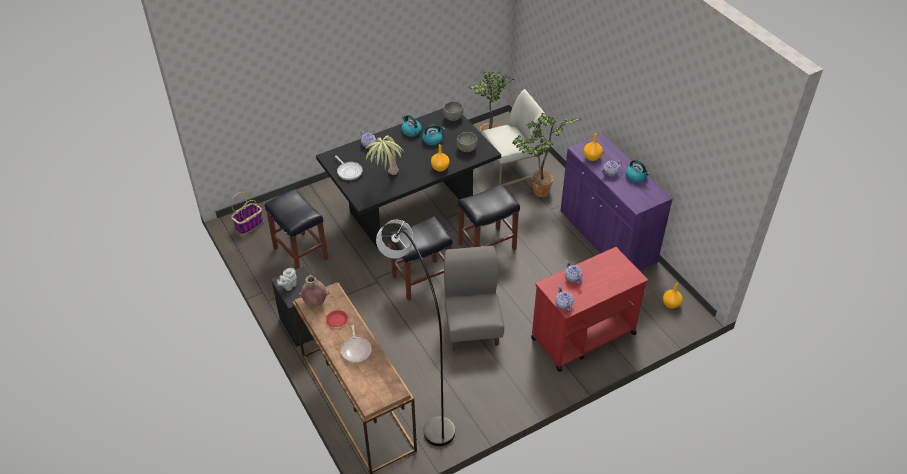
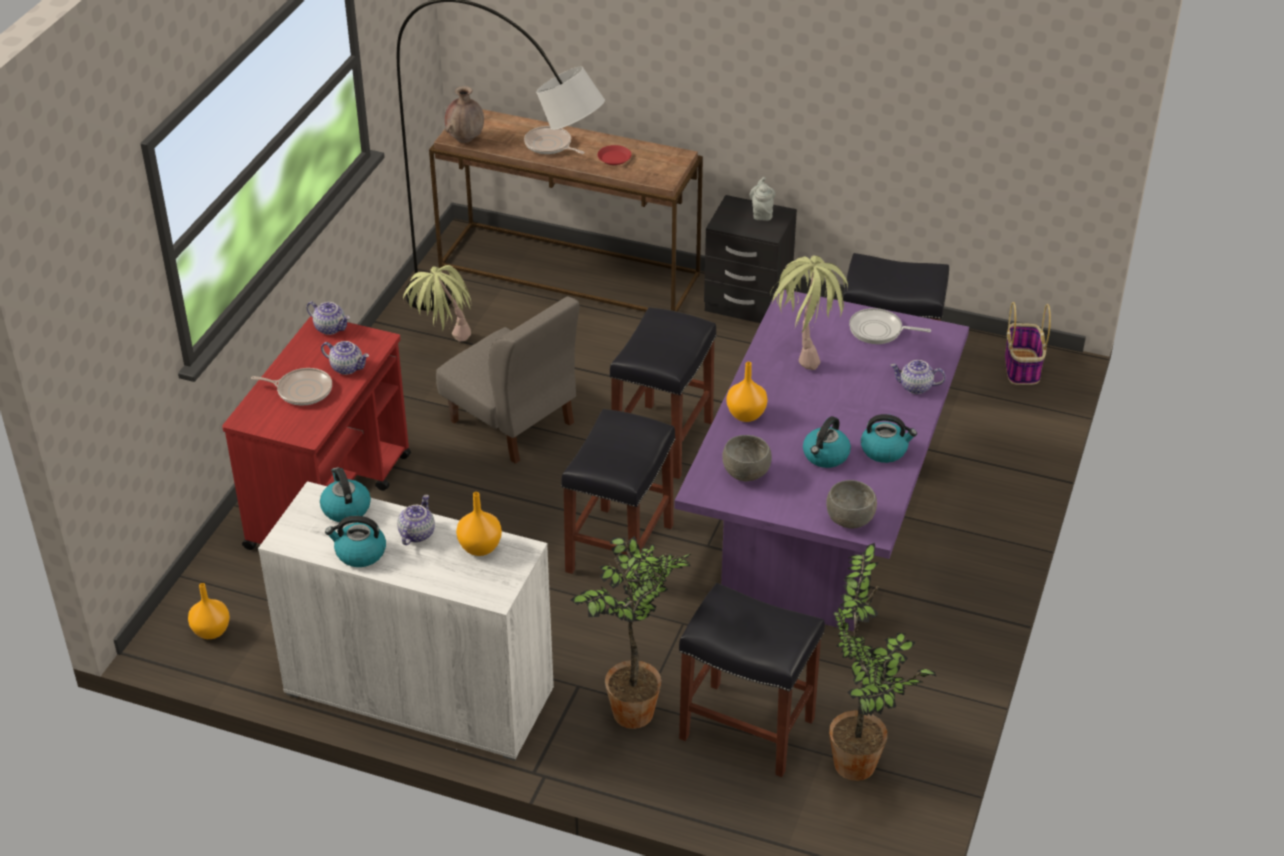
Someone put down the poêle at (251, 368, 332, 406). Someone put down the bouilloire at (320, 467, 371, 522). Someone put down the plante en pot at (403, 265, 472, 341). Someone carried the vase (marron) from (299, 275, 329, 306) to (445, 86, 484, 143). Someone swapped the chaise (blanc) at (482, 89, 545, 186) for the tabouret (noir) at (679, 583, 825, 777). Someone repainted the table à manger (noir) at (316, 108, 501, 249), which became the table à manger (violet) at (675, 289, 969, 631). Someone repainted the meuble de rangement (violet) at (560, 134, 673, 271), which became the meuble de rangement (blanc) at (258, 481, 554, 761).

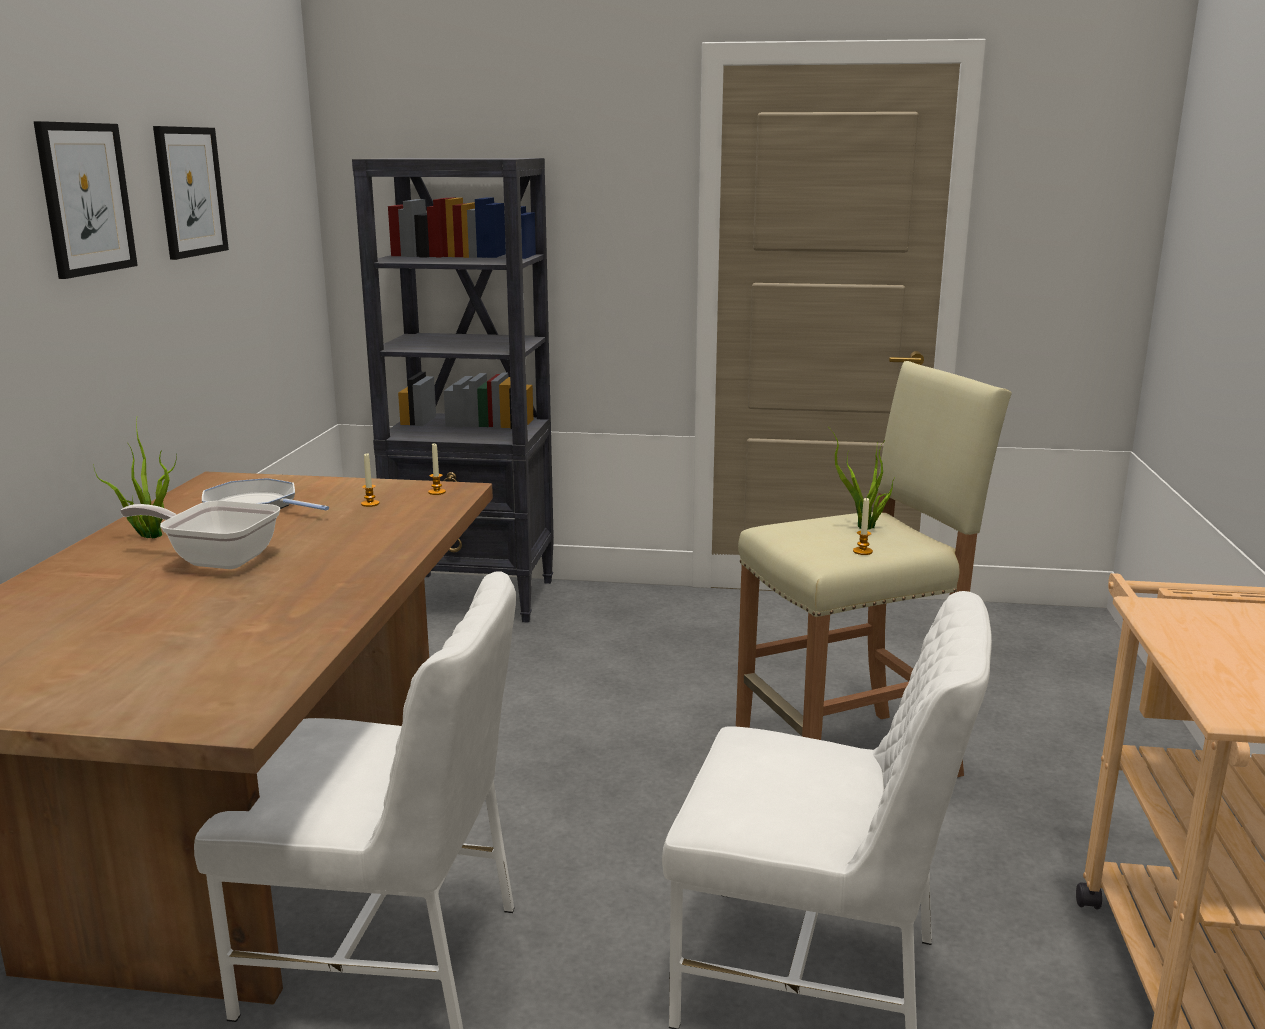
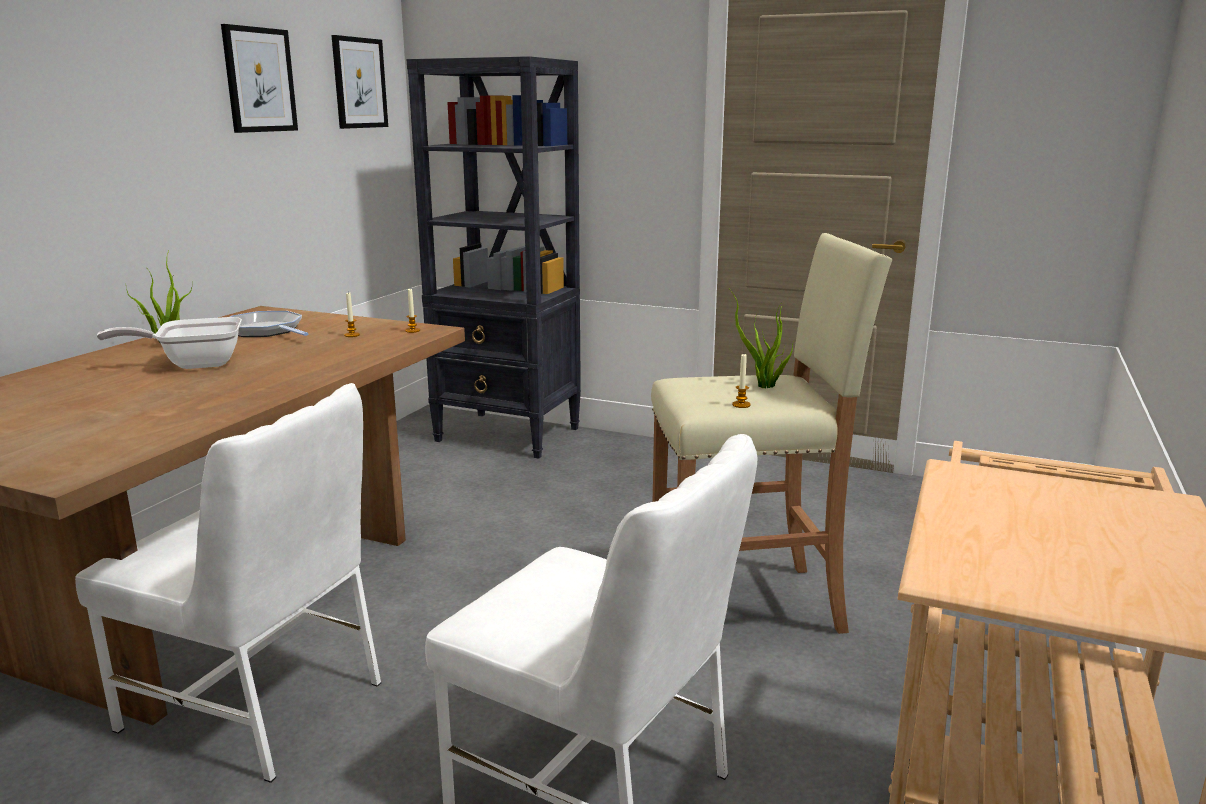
Someone carried the tableau from (33, 121, 138, 279) to (331, 35, 388, 129). Someone rotated the poêle at (120, 500, 280, 569) by 45 degrees counterclockwise.

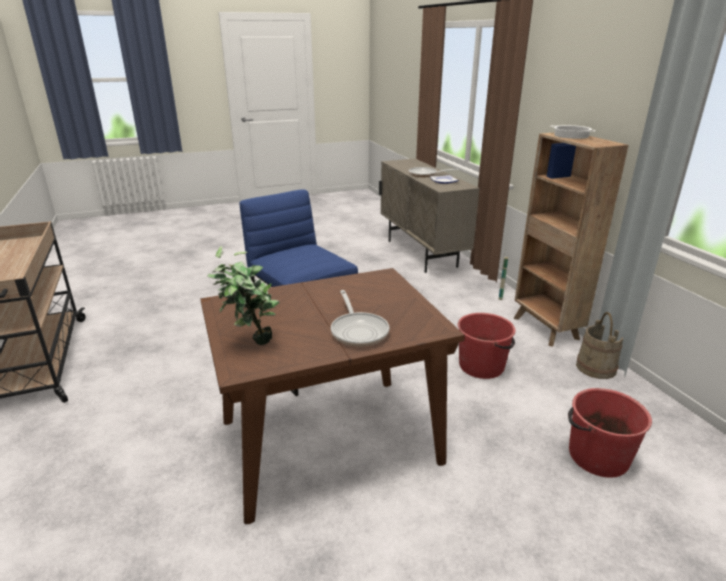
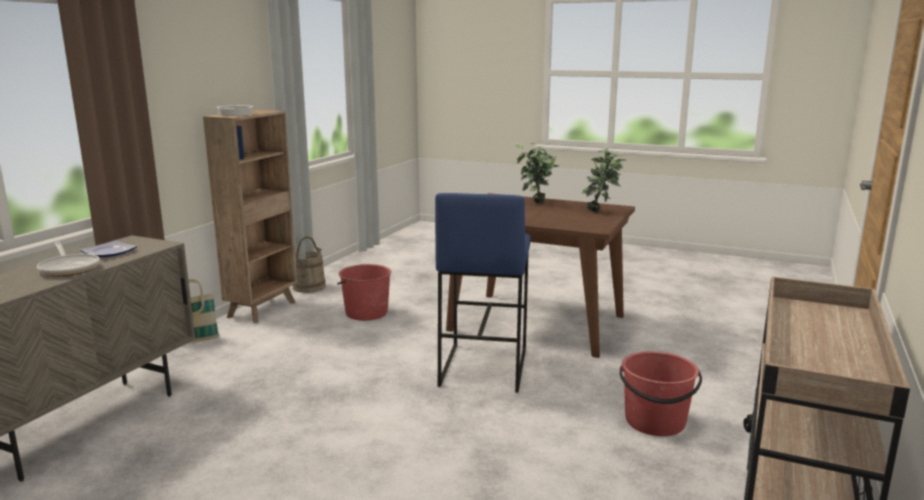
Someone carried the seau (rouge) from (568, 388, 652, 478) to (620, 351, 702, 436). Someone swapped the poêle at (331, 290, 389, 347) for the plante en pot at (515, 143, 559, 203).

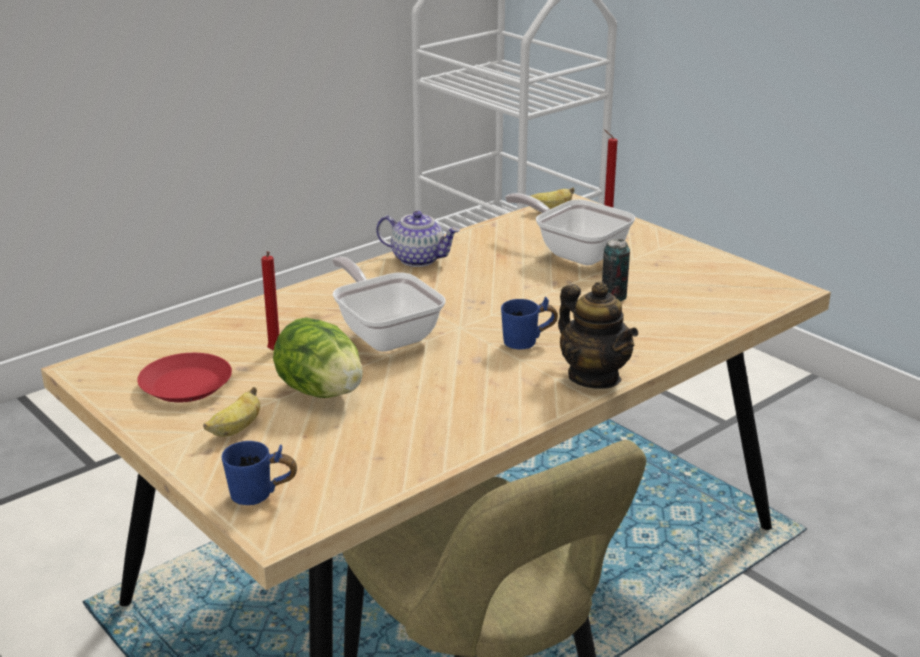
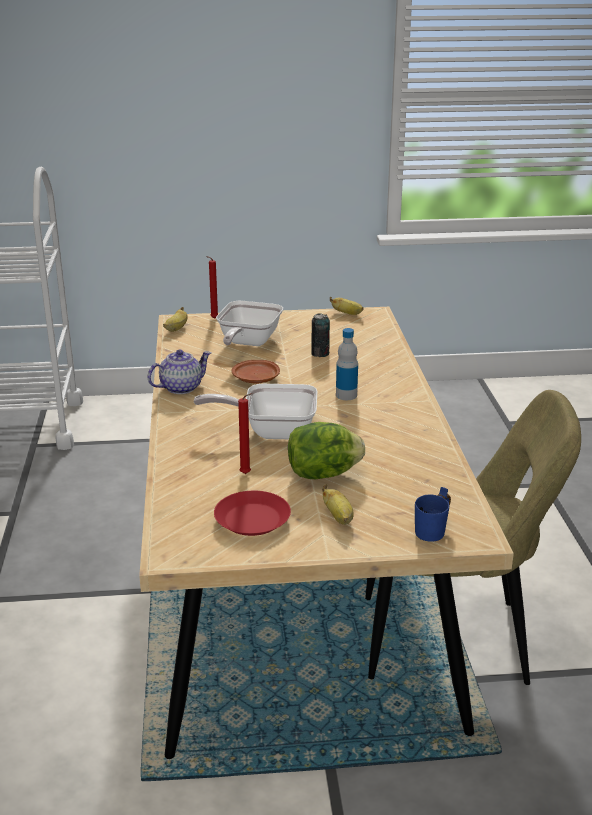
Someone took away the théière at (558, 282, 638, 389). Someone put down the assiette (marron) at (232, 360, 280, 384). Someone put down the banane at (330, 297, 364, 315). Someone swapped the mug (bleu) at (501, 297, 558, 350) for the bouteille at (336, 328, 358, 400). Someone rotated the poêle at (505, 193, 635, 266) by 60 degrees counterclockwise.

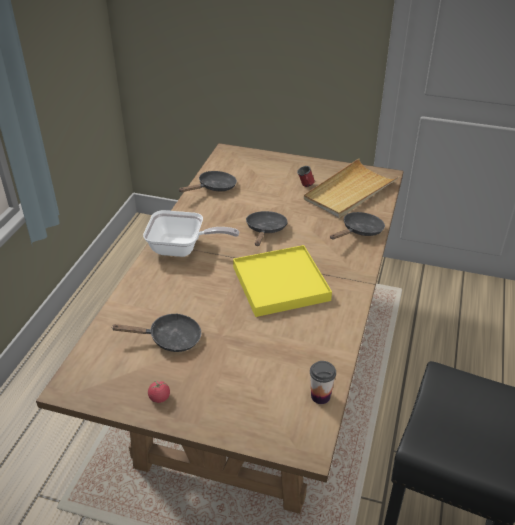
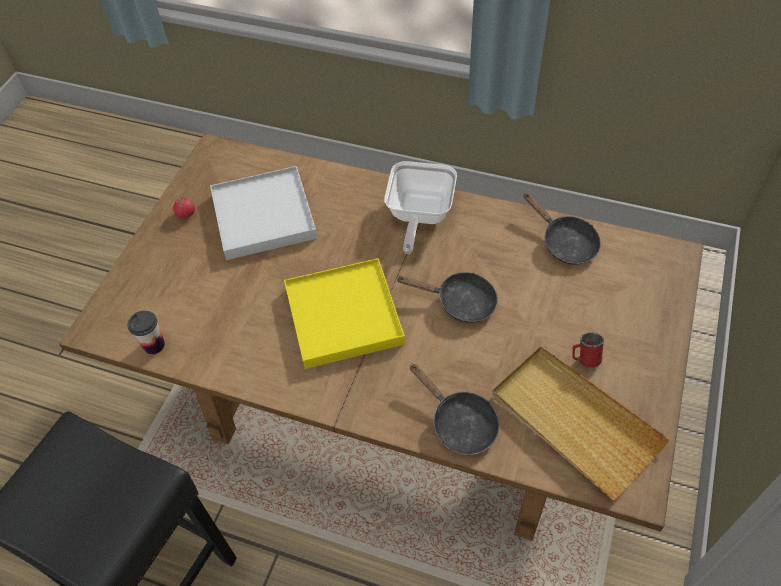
Someone swapped the poêle (noir) at (111, 313, 201, 352) for the plateau (blanc) at (210, 166, 317, 260).

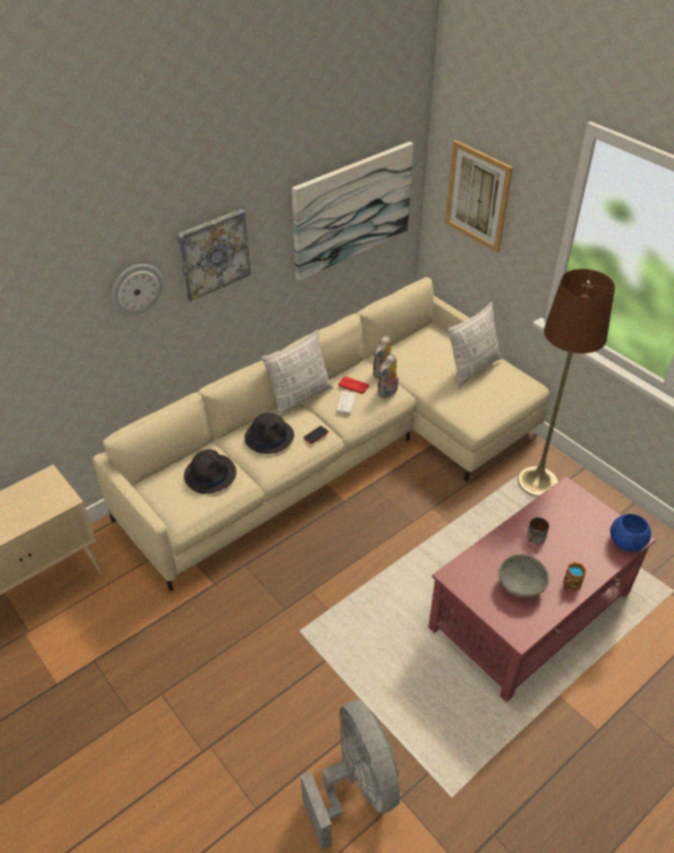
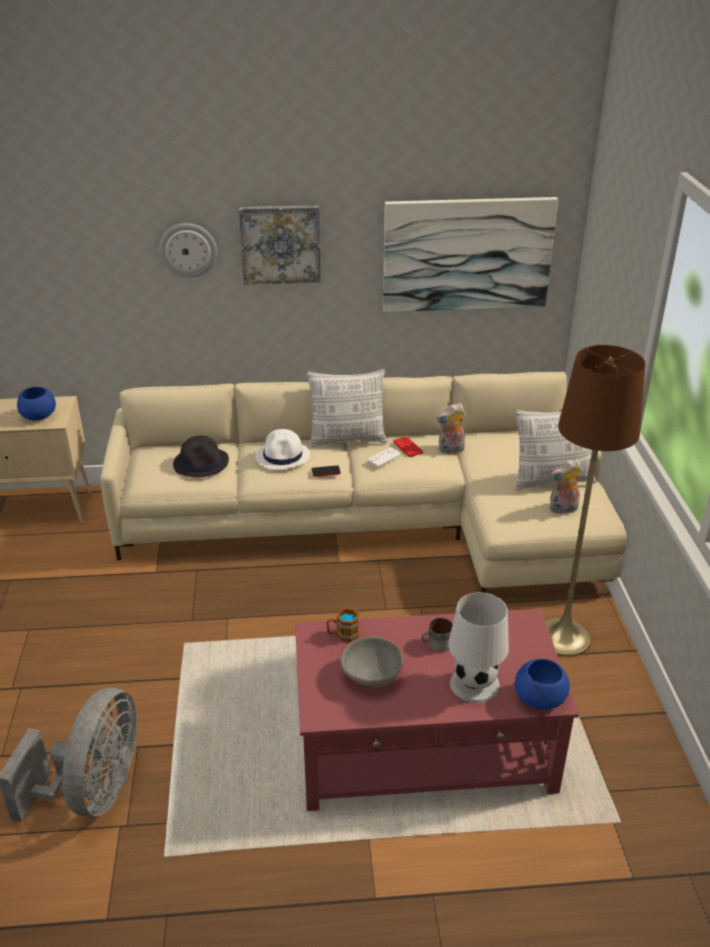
Someone took away the tableau at (445, 140, 513, 253). Someone put down the bol (bleu) at (17, 387, 56, 421). Someone put down the lampe de table (blanc) at (448, 592, 509, 703). Someone carried the peluche from (378, 354, 399, 398) to (550, 459, 582, 514). Someone carried the mug from (563, 562, 586, 590) to (327, 608, 359, 642). Someone repainted the chapeau (noir) at (244, 413, 294, 454), which became the chapeau (blanc) at (255, 429, 310, 470).

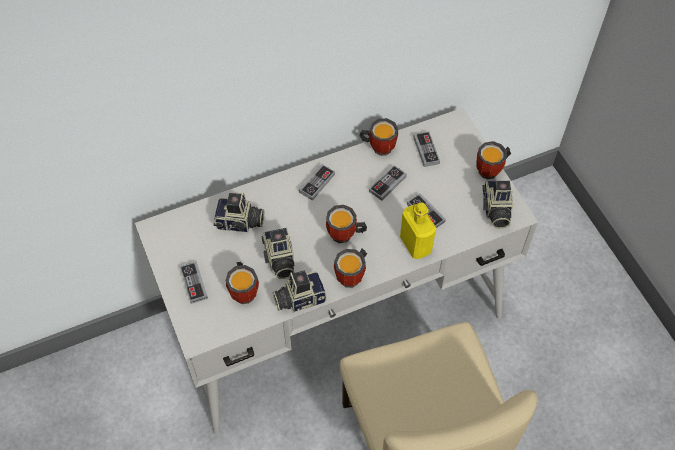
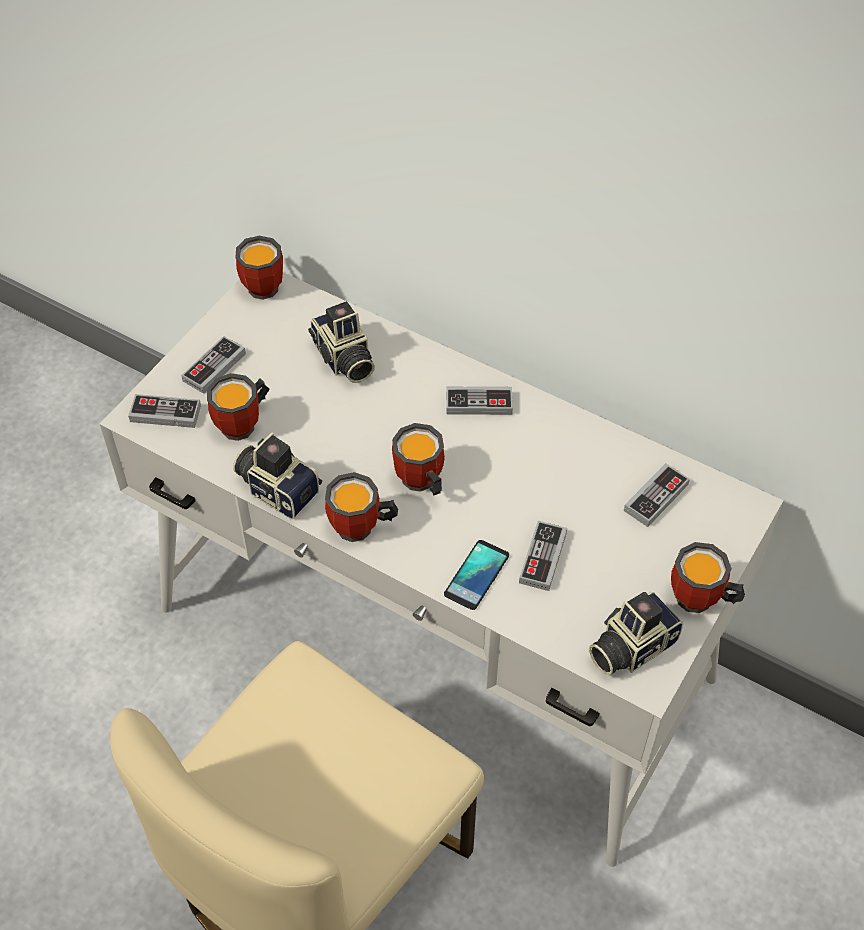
Someone took away the appareil photo at (261, 227, 294, 279). Someone carried the mug from (359, 118, 398, 156) to (236, 236, 283, 300). Someone carried the manette from (369, 165, 407, 201) to (128, 394, 201, 428). Someone swapped the bouteille (jaune) at (400, 202, 436, 259) for the téléphone at (444, 540, 509, 610).

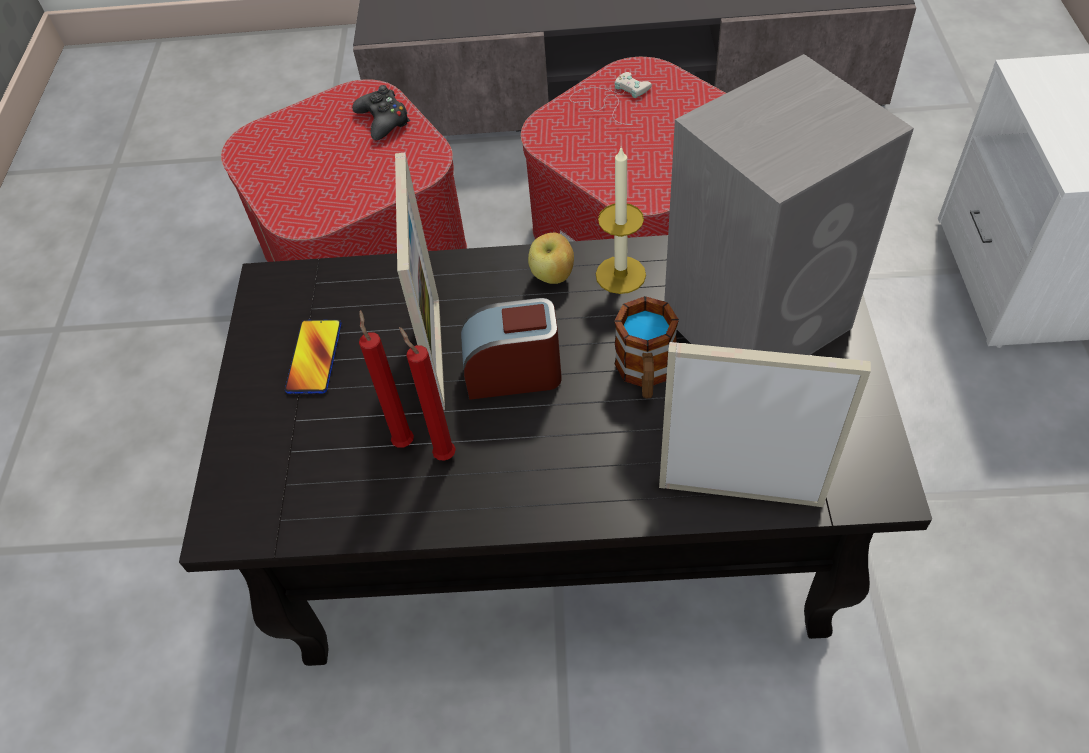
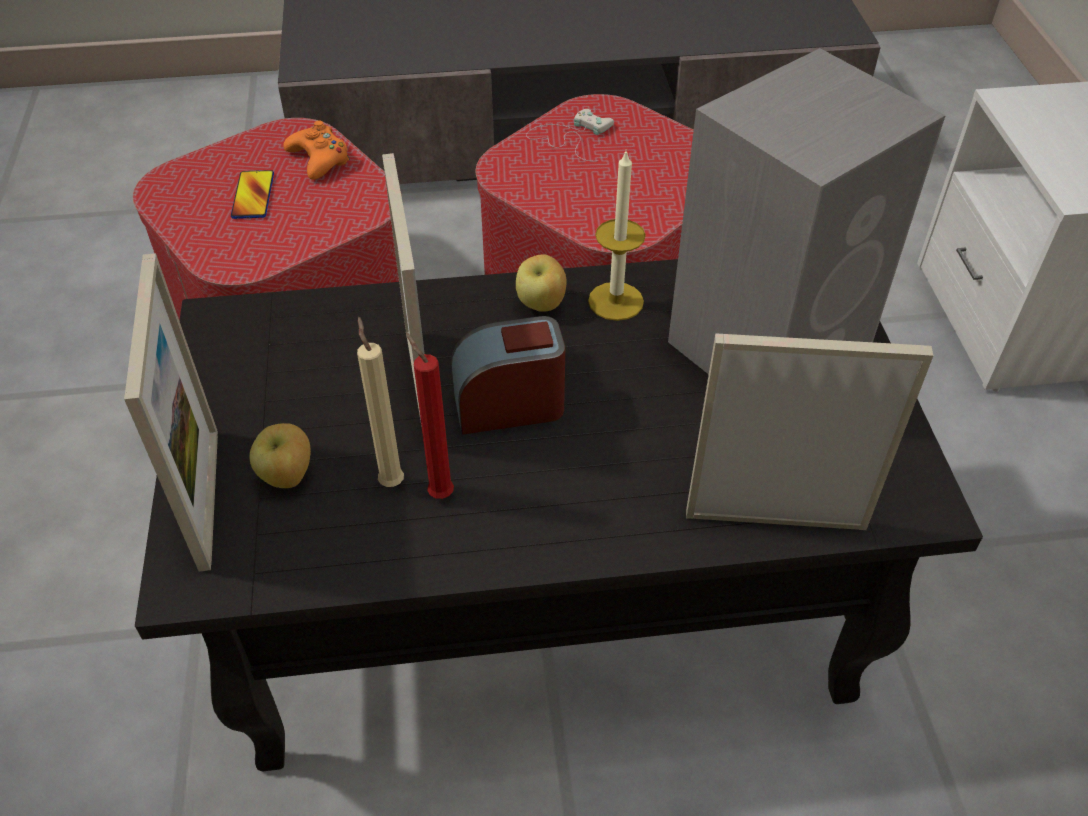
Someone took away the mug at (614, 296, 679, 399). Someone put down the cadre photo at (124, 253, 218, 572). Someone put down the pomme at (250, 423, 311, 488). Someone carried the téléphone from (285, 320, 341, 394) to (231, 170, 274, 219). Someone repainted the manette (noir) at (352, 85, 410, 140), which became the manette (orange) at (283, 120, 350, 180). Someone repainted the bougie (rouge) at (359, 310, 414, 448), which became the bougie (beige) at (357, 317, 404, 487).

